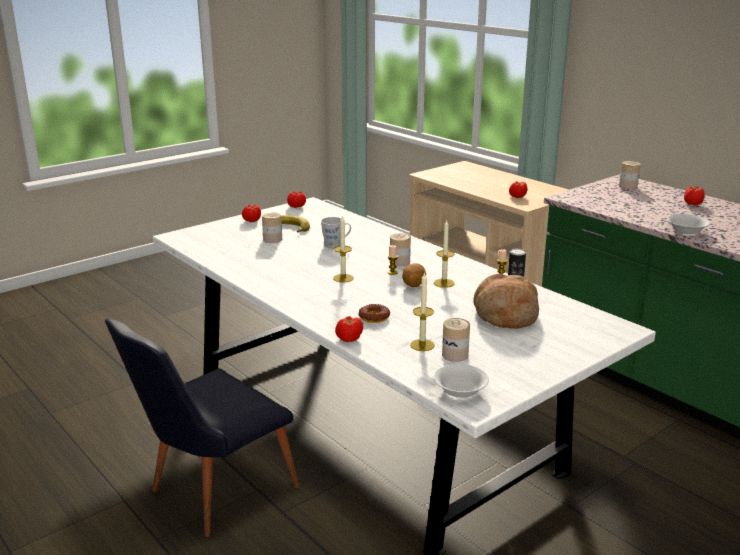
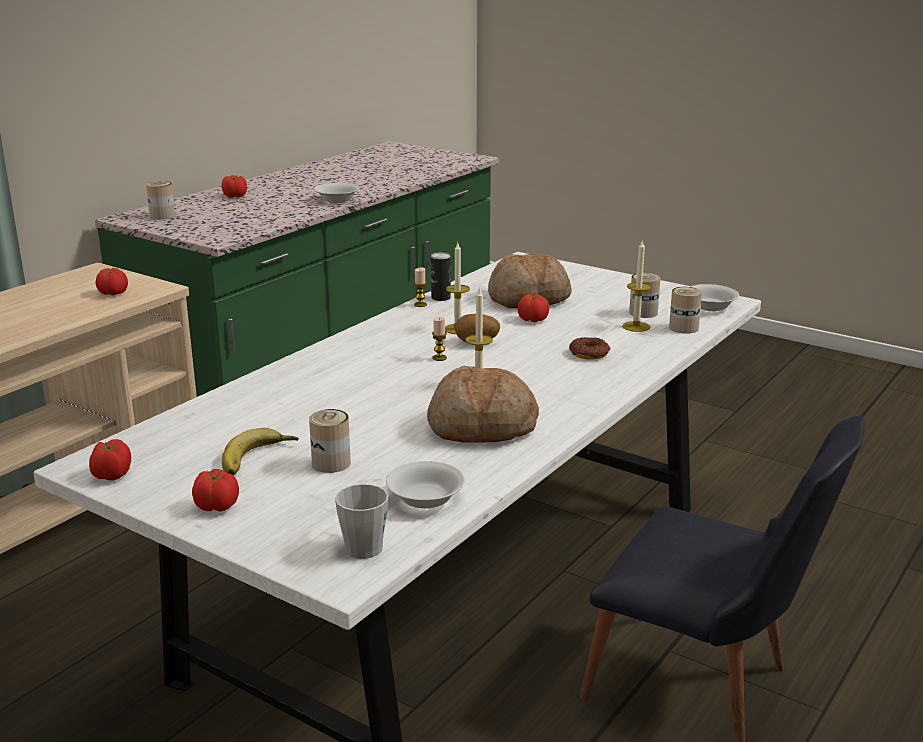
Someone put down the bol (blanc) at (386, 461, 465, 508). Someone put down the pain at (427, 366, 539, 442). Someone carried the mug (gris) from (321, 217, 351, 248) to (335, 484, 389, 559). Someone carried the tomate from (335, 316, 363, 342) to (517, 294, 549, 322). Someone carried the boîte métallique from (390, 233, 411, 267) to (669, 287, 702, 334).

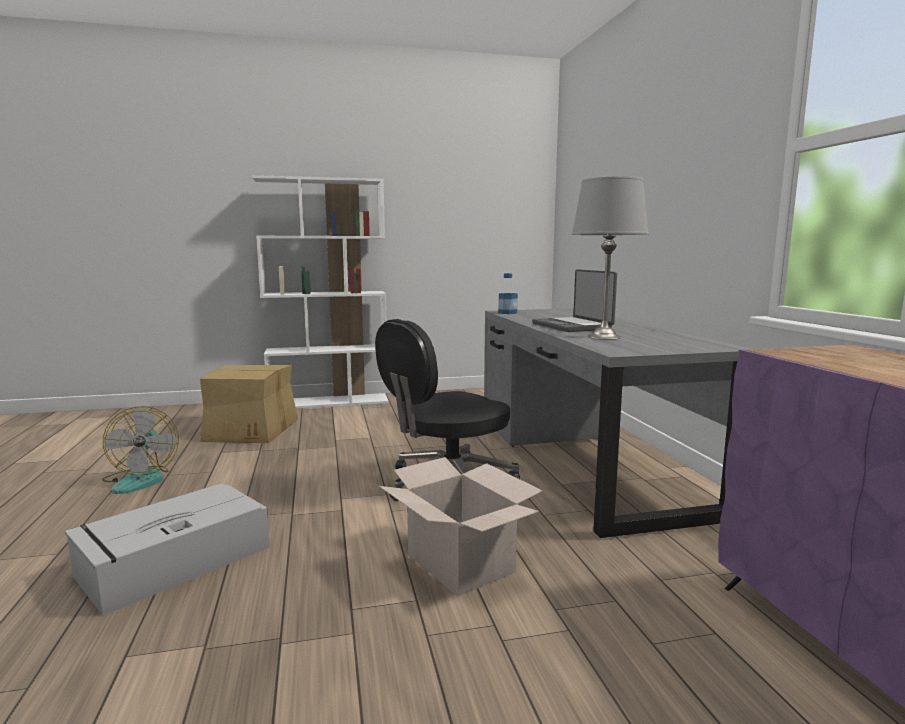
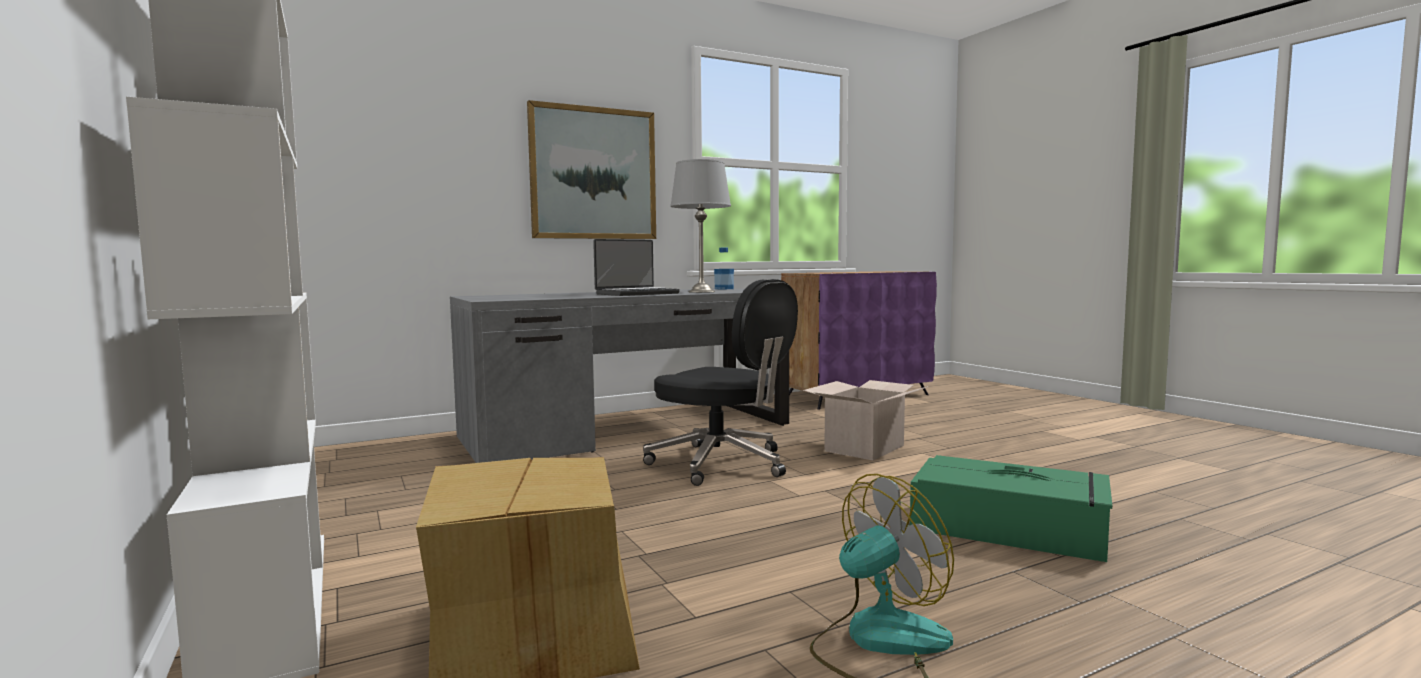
Someone put up the tableau at (527, 100, 656, 239). Someone carried the bouteille from (498, 273, 518, 314) to (714, 248, 734, 289). Someone repainted the boîte de rangement (gris) at (65, 483, 270, 616), which became the boîte de rangement (vert) at (910, 455, 1112, 562).

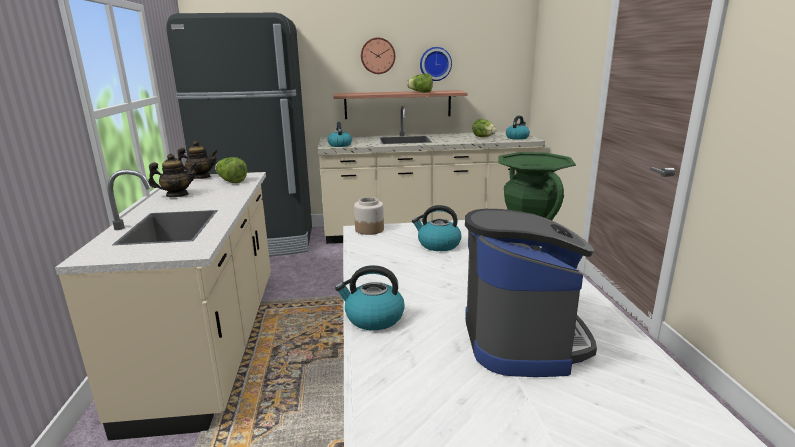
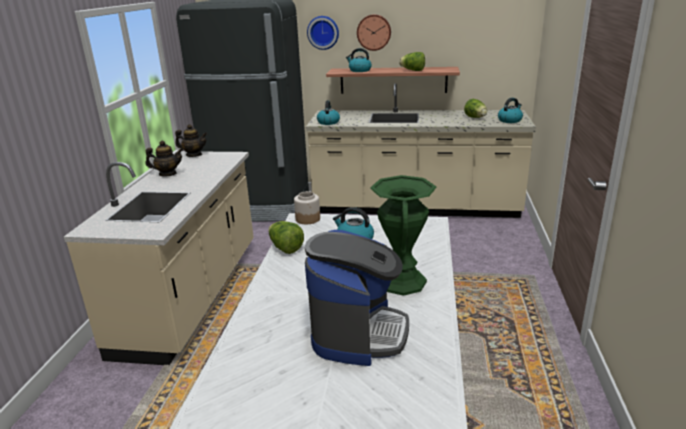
Someone carried the laitue from (215, 157, 247, 183) to (268, 221, 304, 254). Someone carried the bouilloire from (335, 265, 405, 330) to (346, 48, 372, 72). Someone carried the horloge murale from (420, 47, 452, 81) to (307, 16, 339, 50).

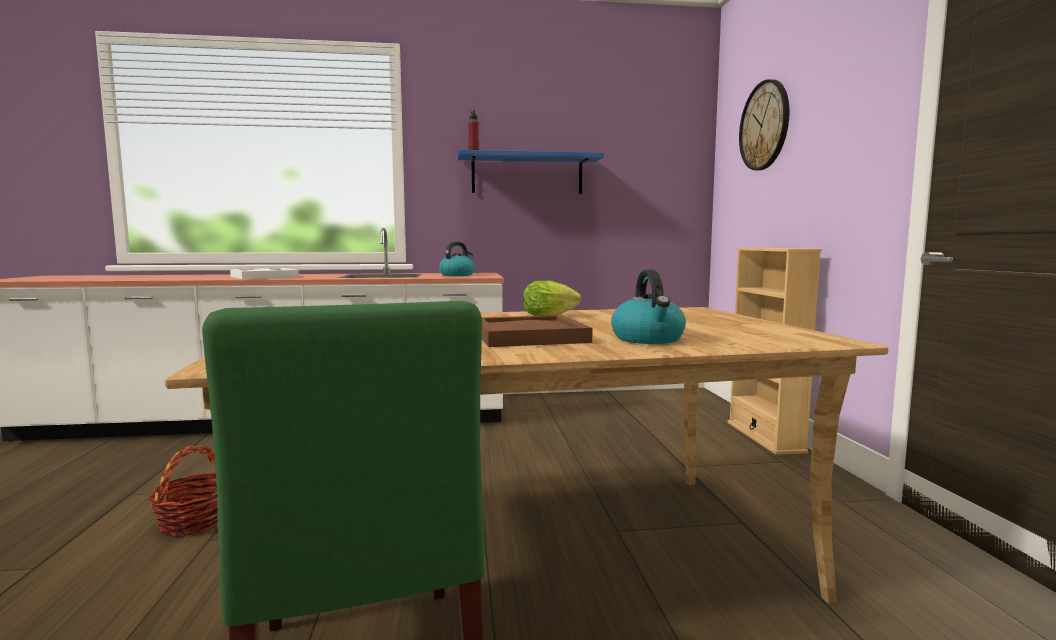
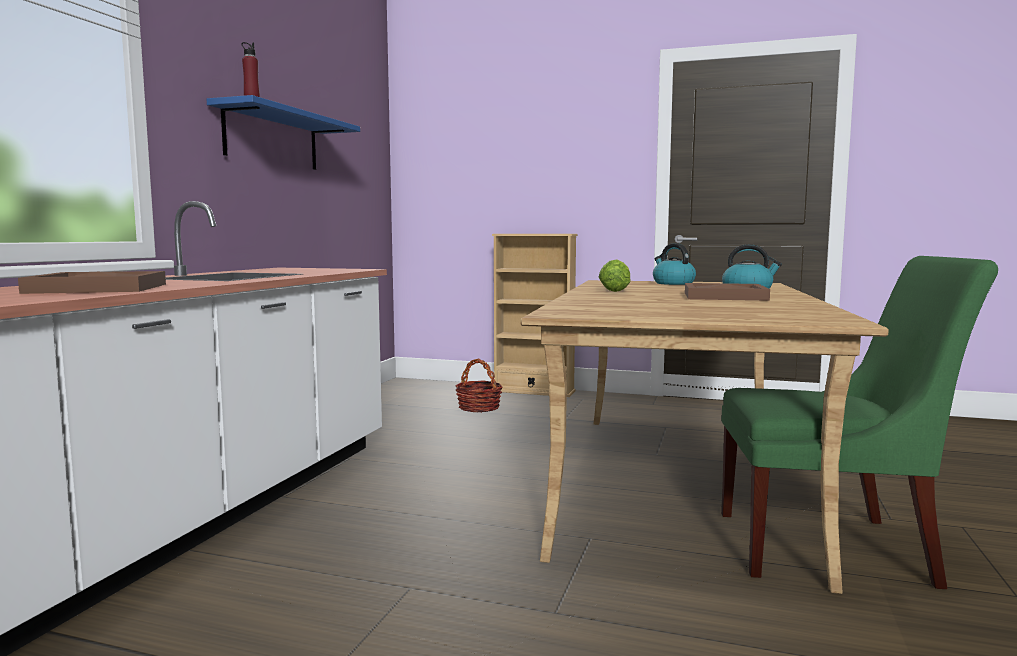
Someone took away the horloge murale at (739, 79, 789, 170). Someone carried the panier from (148, 445, 218, 536) to (455, 358, 503, 413). Someone carried the bouilloire from (439, 241, 475, 276) to (653, 243, 696, 285). Someone repainted the plateau (blanc) at (230, 268, 299, 279), which became the plateau (marron) at (18, 271, 166, 294).

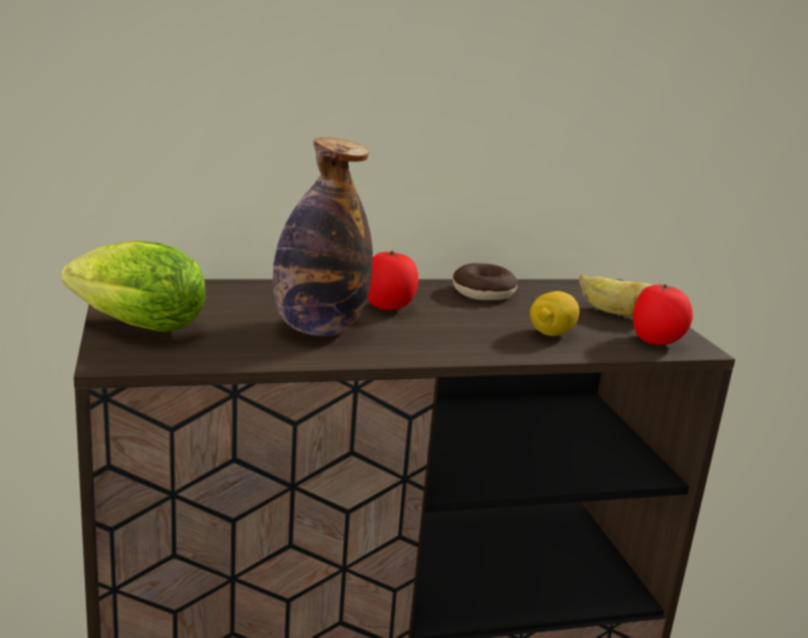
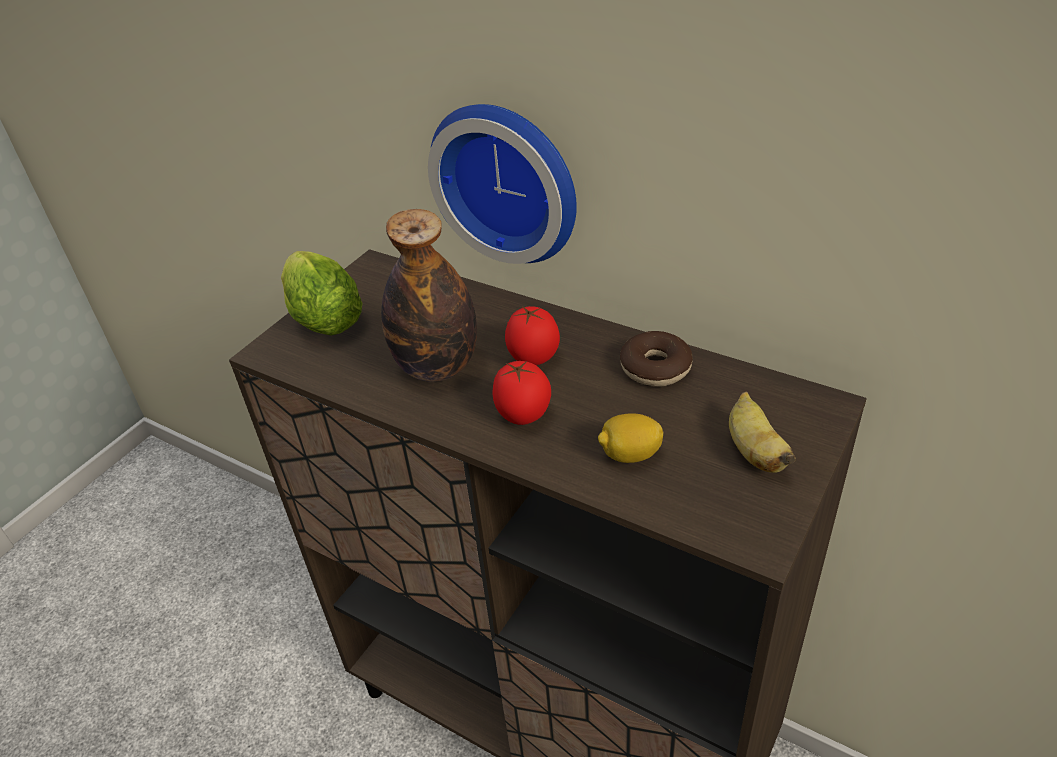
Someone put up the horloge murale at (428, 104, 577, 264). Someone carried the tomate from (633, 283, 693, 345) to (492, 361, 551, 425).

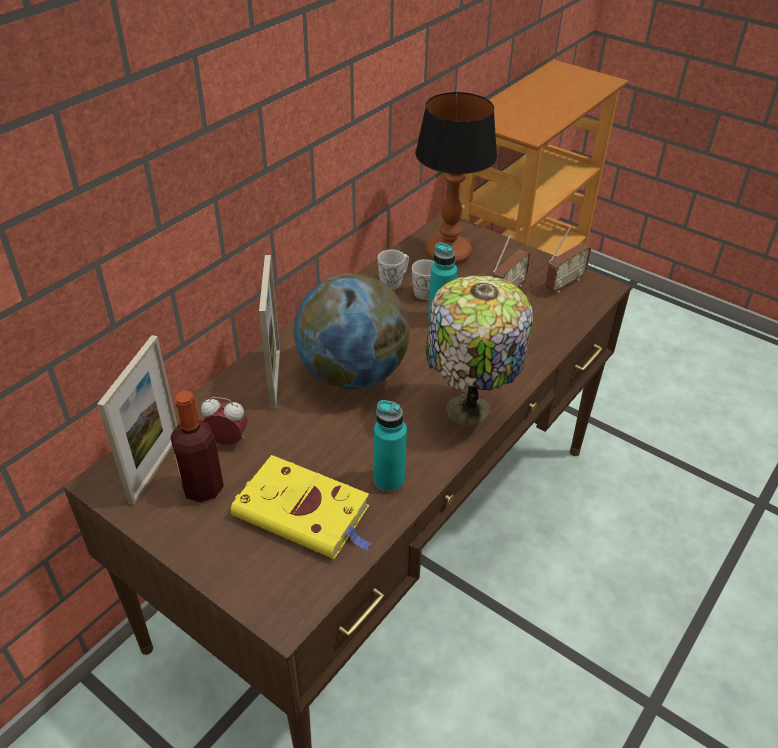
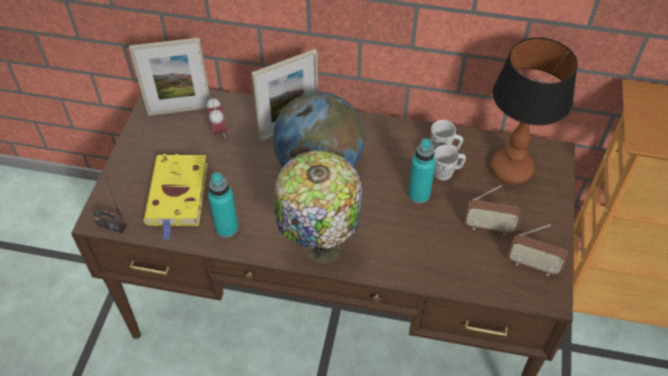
Someone took away the bouteille at (170, 390, 224, 503). Someone put down the radio at (93, 177, 127, 233).

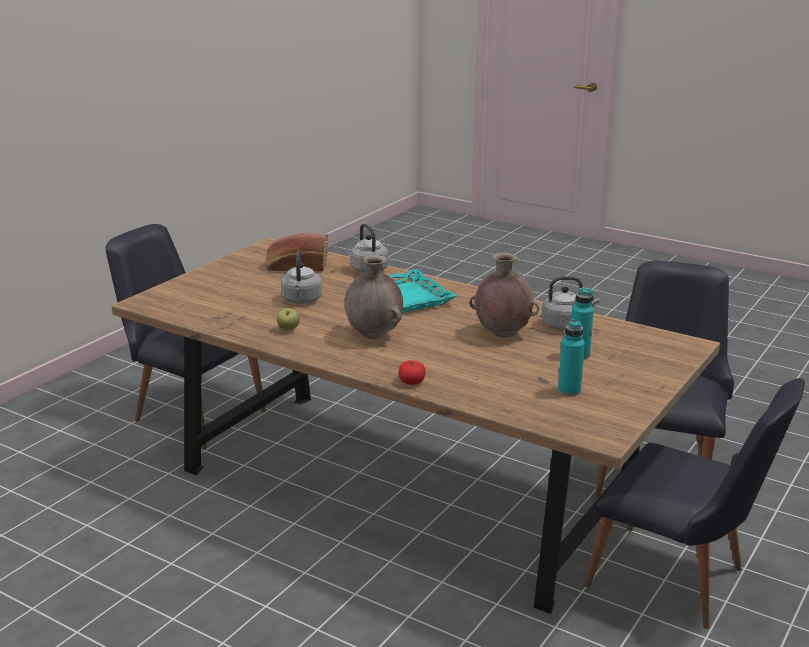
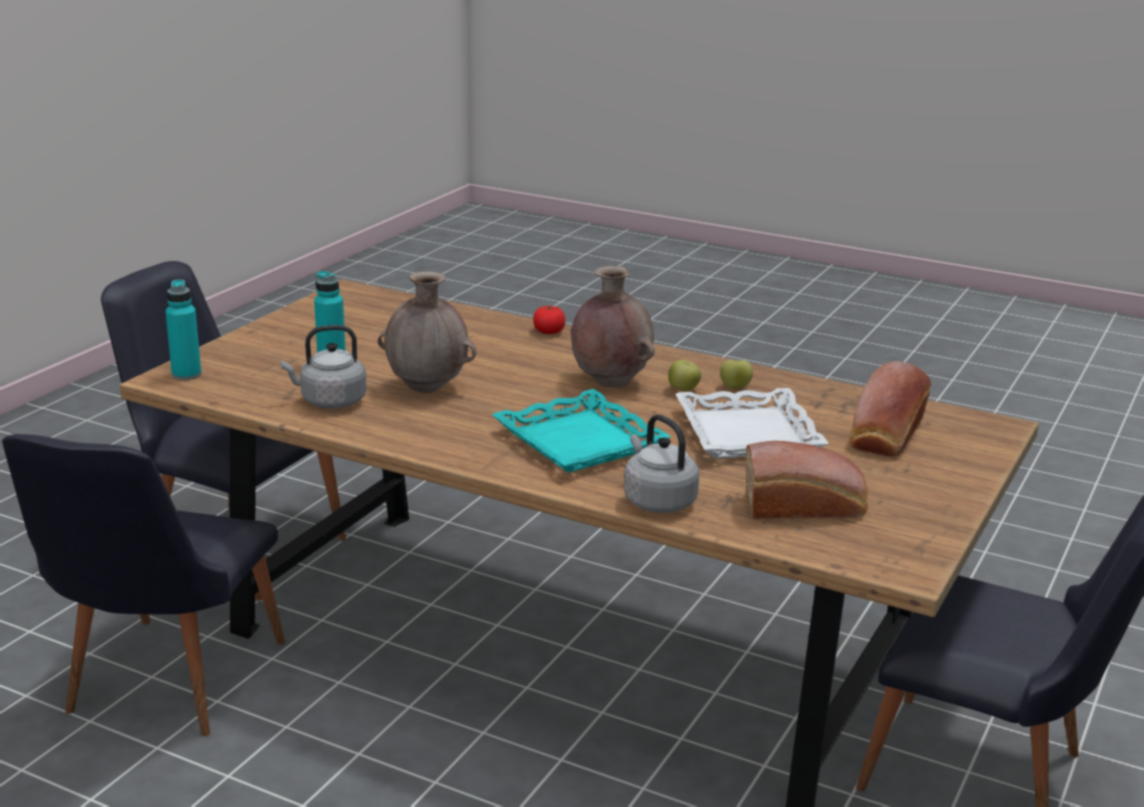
Someone put down the pomme at (668, 360, 701, 391). Someone put down the pain at (850, 361, 931, 457). Someone carried the bouteille (turquoise) from (558, 319, 585, 396) to (165, 279, 201, 380). Someone swapped the bouilloire (gris) at (281, 250, 322, 304) for the plateau (blanc) at (676, 388, 829, 458).

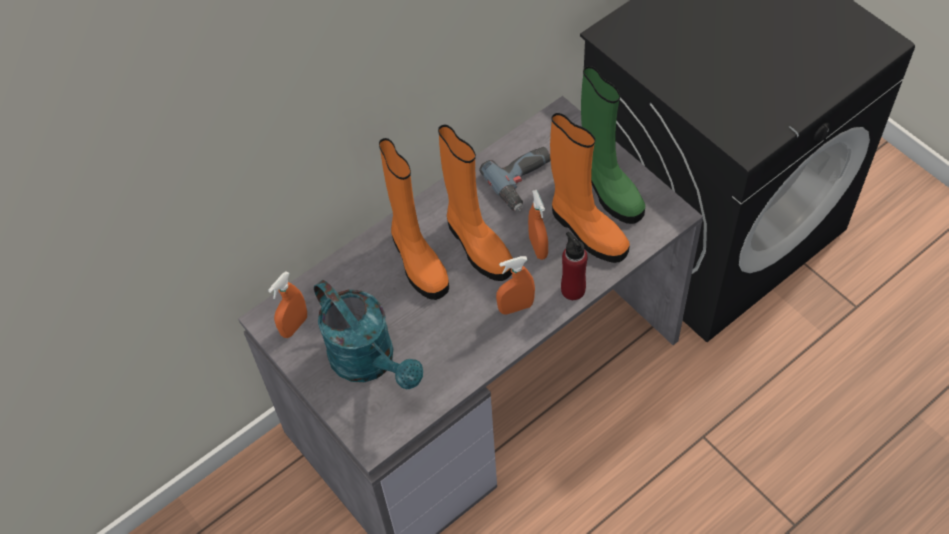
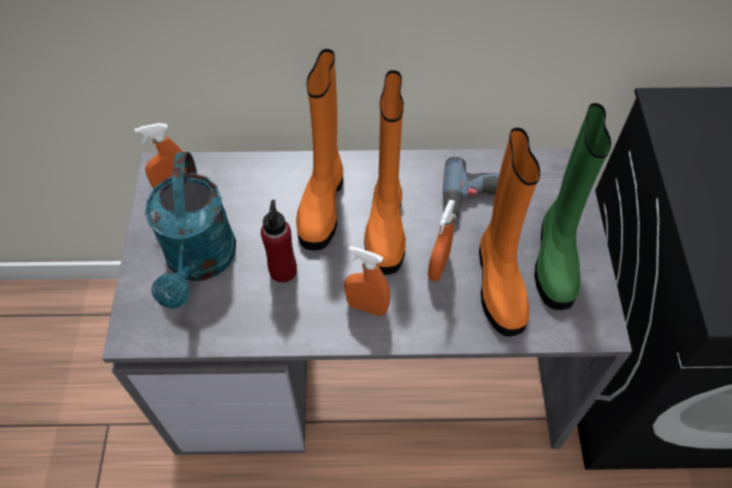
Someone carried the bouteille (rouge) from (561, 232, 588, 300) to (261, 200, 297, 283).

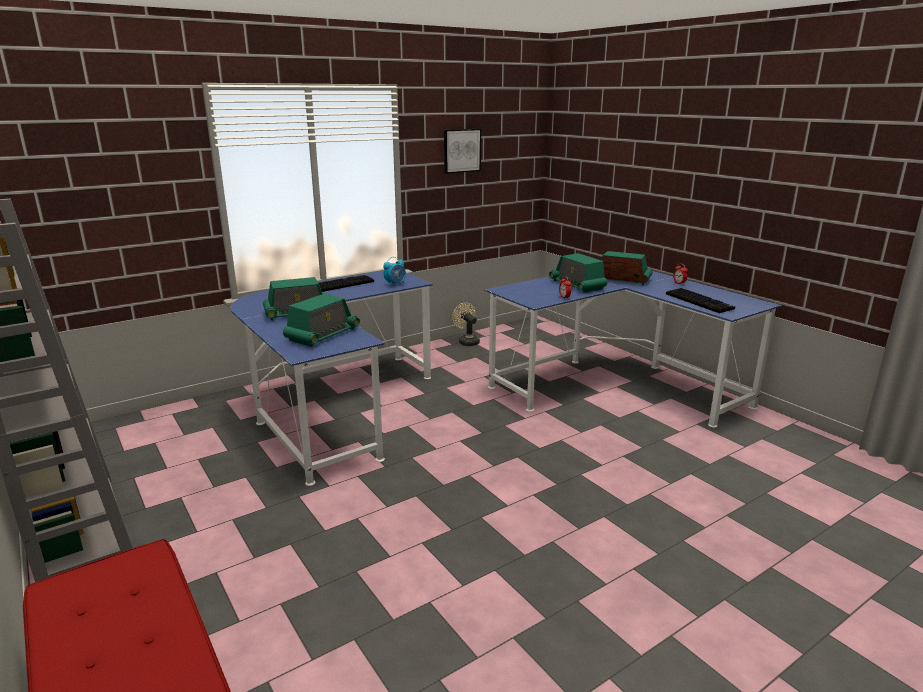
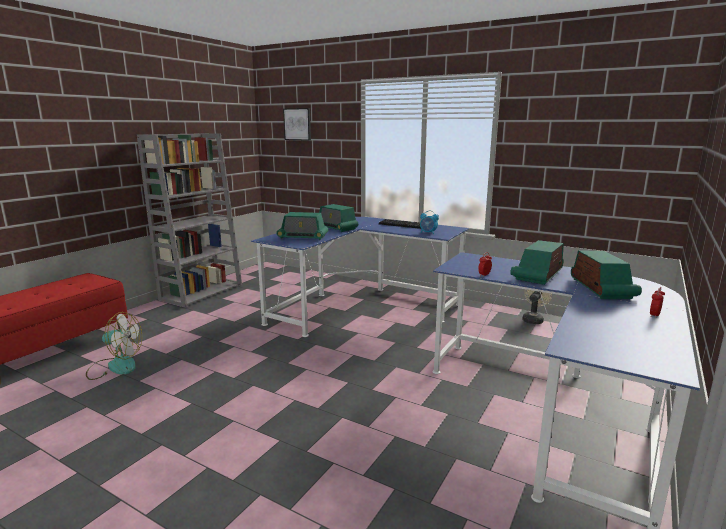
Someone took away the clavier at (666, 288, 735, 313). Someone put down the ventilateur at (86, 312, 142, 380). Someone carried the tableau from (444, 129, 481, 174) to (283, 108, 311, 141).

